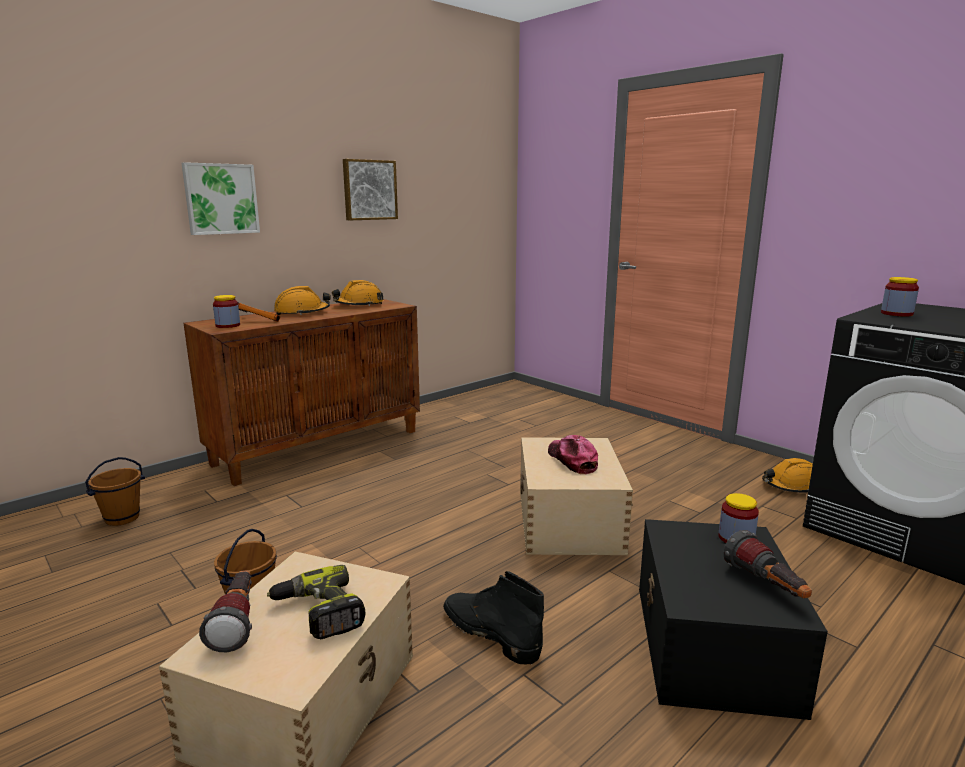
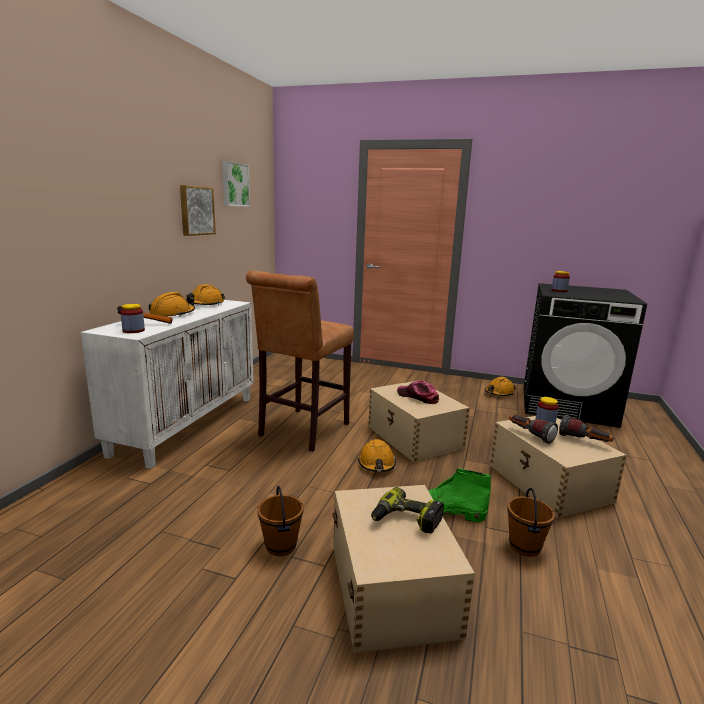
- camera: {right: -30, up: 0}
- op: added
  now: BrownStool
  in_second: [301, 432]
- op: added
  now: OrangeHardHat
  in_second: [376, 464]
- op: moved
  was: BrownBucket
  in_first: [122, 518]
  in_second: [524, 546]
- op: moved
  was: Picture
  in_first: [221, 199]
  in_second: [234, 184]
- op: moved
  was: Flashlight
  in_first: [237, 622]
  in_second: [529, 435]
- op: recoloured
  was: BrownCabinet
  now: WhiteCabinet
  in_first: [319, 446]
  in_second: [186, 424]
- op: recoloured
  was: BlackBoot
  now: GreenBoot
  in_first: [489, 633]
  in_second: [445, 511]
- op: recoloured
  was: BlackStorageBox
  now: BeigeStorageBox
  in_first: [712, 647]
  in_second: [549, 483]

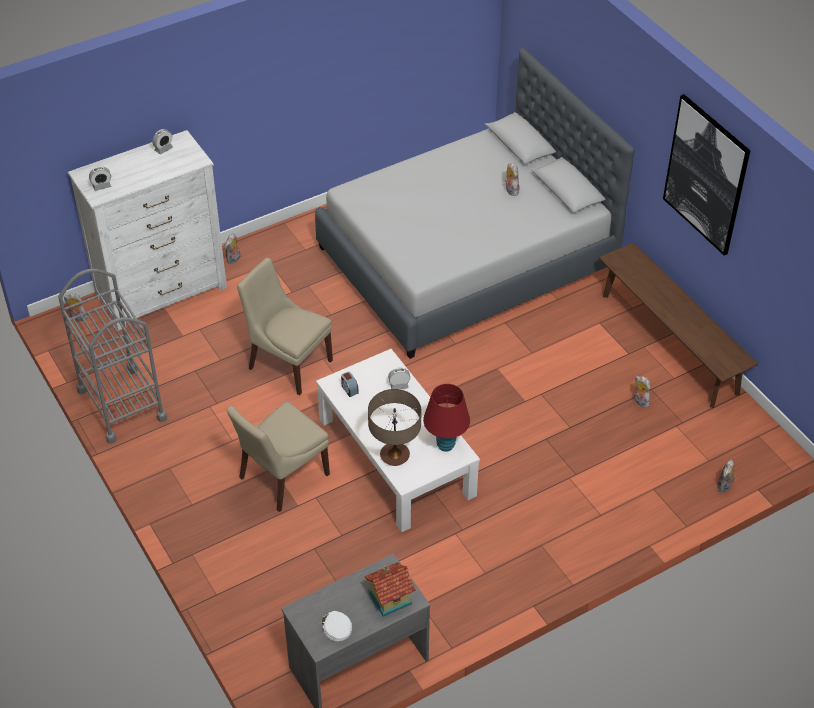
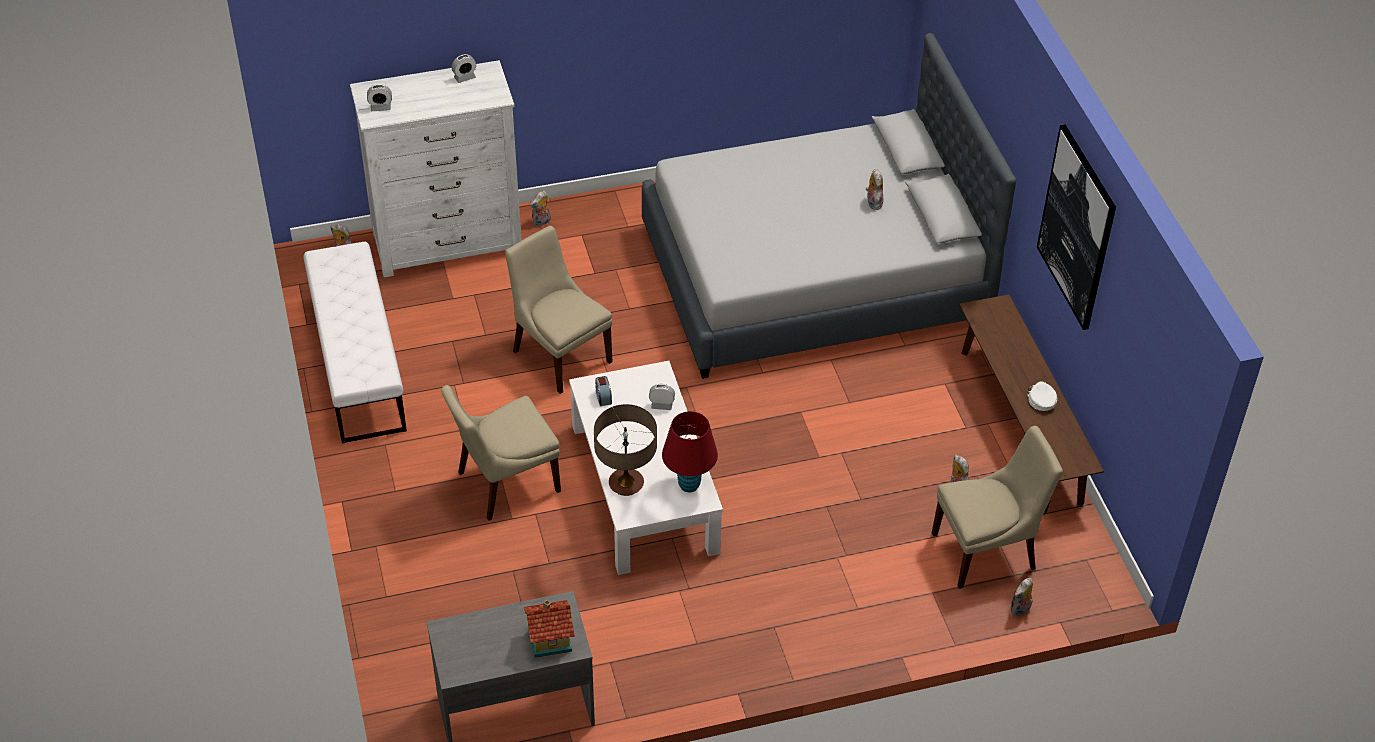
- camera: {right: 15, up: 0}
- op: added
  now: BeigeChair
  in_second: [987, 550]
- op: moved
  was: WhiteCap
  in_first: [336, 627]
  in_second: [1041, 398]
- op: replaced
  was: GreyCart
  now: WhiteBench
  in_first: [121, 404]
  in_second: [358, 362]

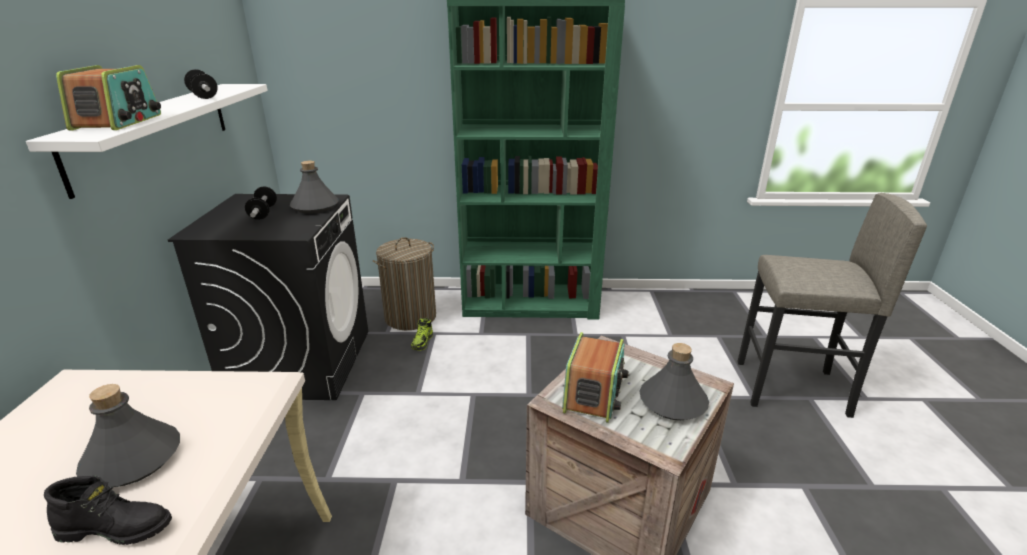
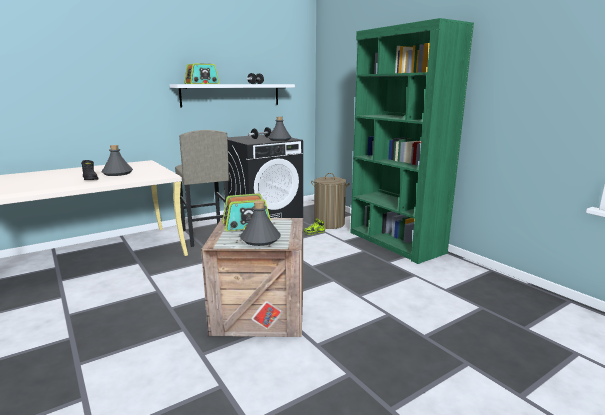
- camera: {right: 55, up: -10}
- op: moved
  was: GreyStool
  in_first: [791, 389]
  in_second: [205, 235]

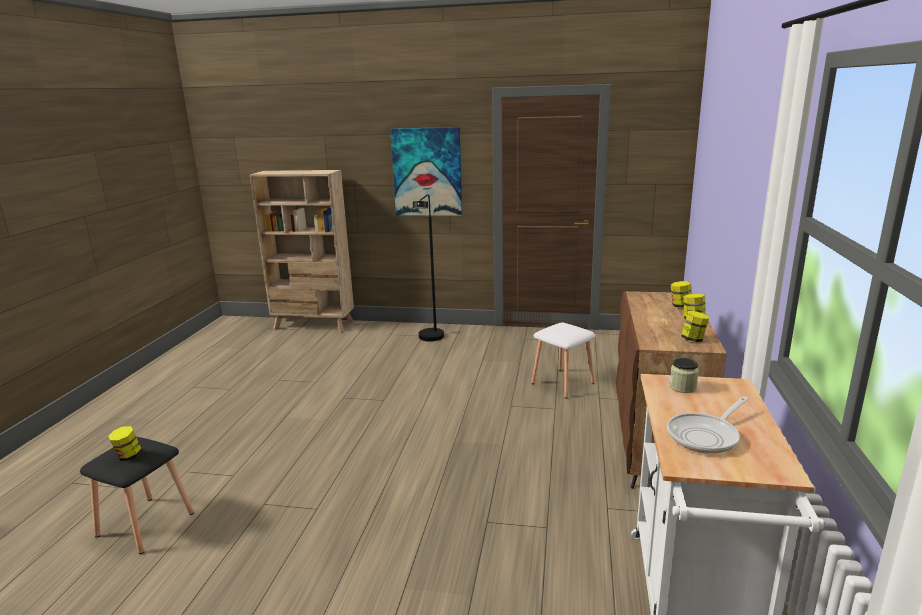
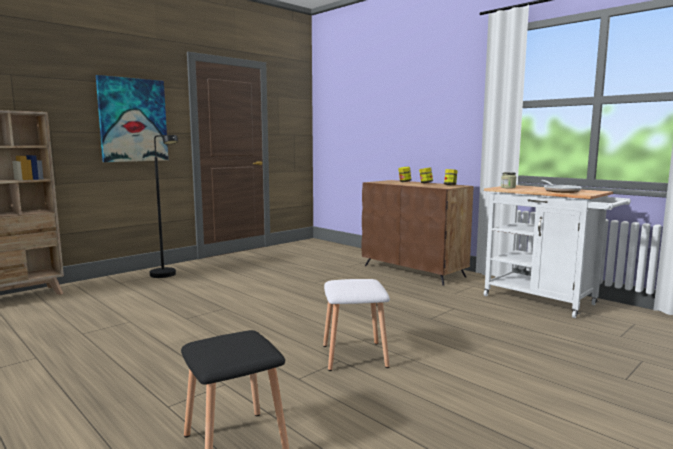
- camera: {right: -55, up: -10}
- op: removed
  was: Jar
  in_first: [128, 456]
- op: moved
  was: WhiteStool
  in_first: [564, 383]
  in_second: [355, 355]

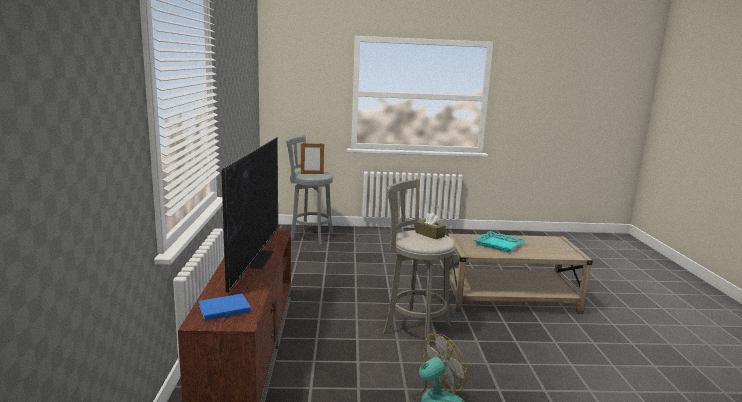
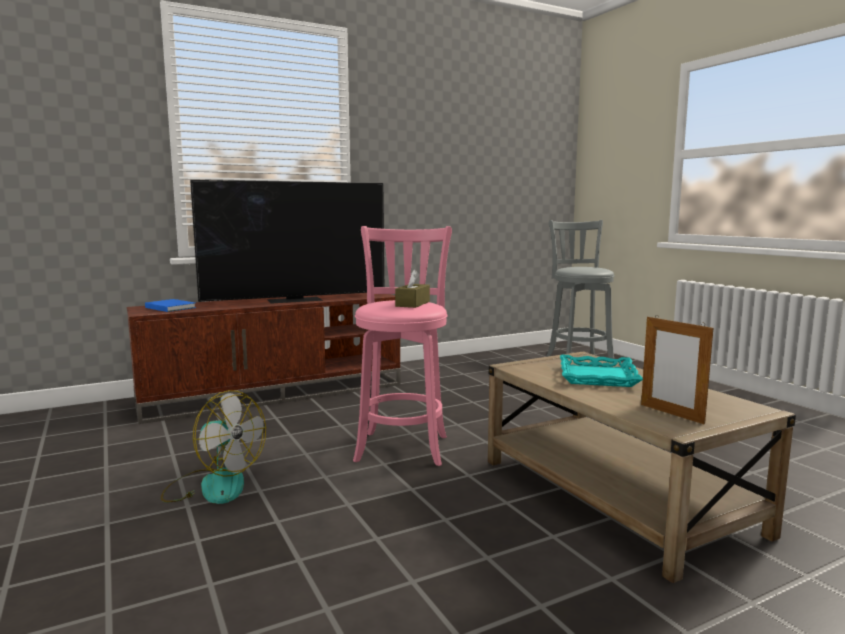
- camera: {right: 65, up: -5}
- op: moved
  was: PictureFrame
  in_first: [312, 173]
  in_second: [671, 414]
- op: recoloured
  was: GreyStool
  now: PinkStool
  in_first: [414, 328]
  in_second: [403, 446]

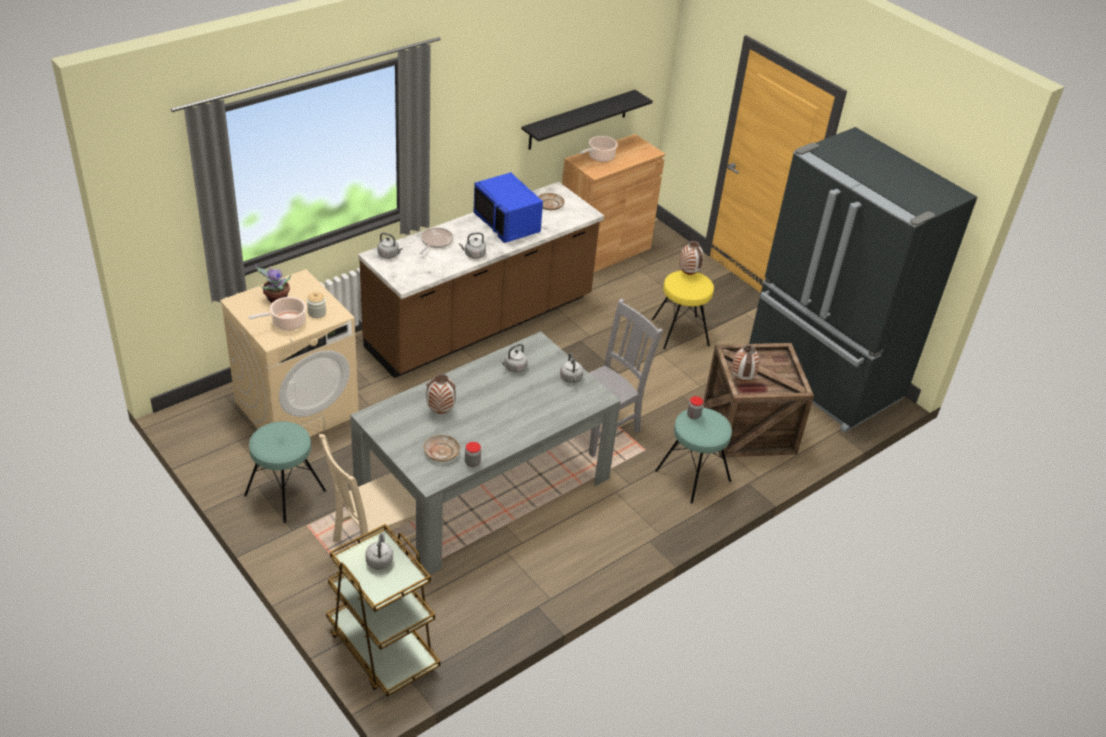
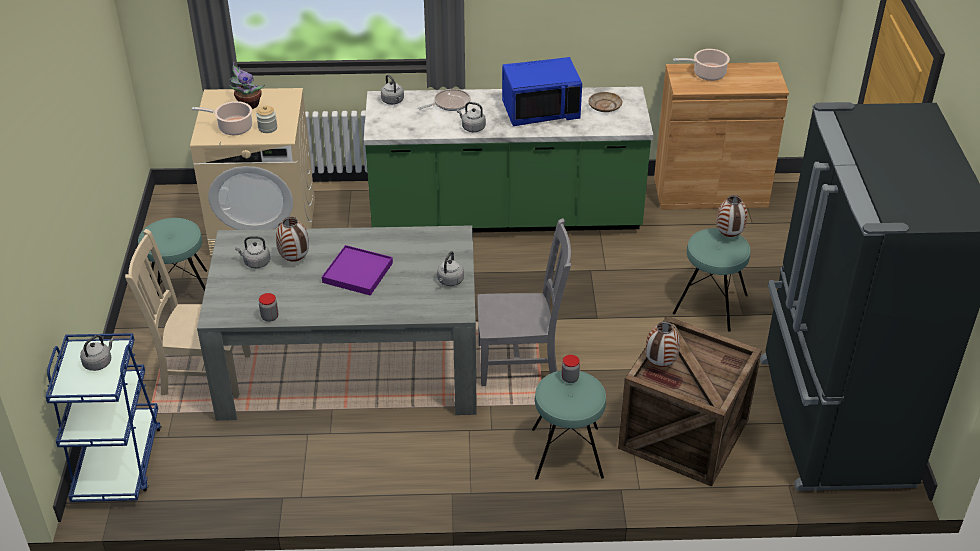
- camera: {right: 40, up: 0}
- op: removed
  was: BeigePlate
  in_first: [441, 452]
- op: removed
  was: BlackShelf
  in_first: [578, 120]
- op: added
  now: PurpleTray
  in_second: [357, 272]
- op: moved
  was: GreyKettle
  in_first: [514, 368]
  in_second: [255, 262]
- op: recoloured
  was: BrownCart
  now: BlueCart
  in_first: [382, 648]
  in_second: [118, 462]
- op: recoloured
  was: BrownCounter
  now: GreenCounter
  in_first: [481, 324]
  in_second: [506, 217]
- op: recoloured
  was: YellowStool
  now: TurquoiseStool
  in_first: [680, 332]
  in_second: [710, 304]
- op: turned
  was: BlueMicrowave
  in_first: [508, 223]
  in_second: [540, 110]
  clockwise: -105

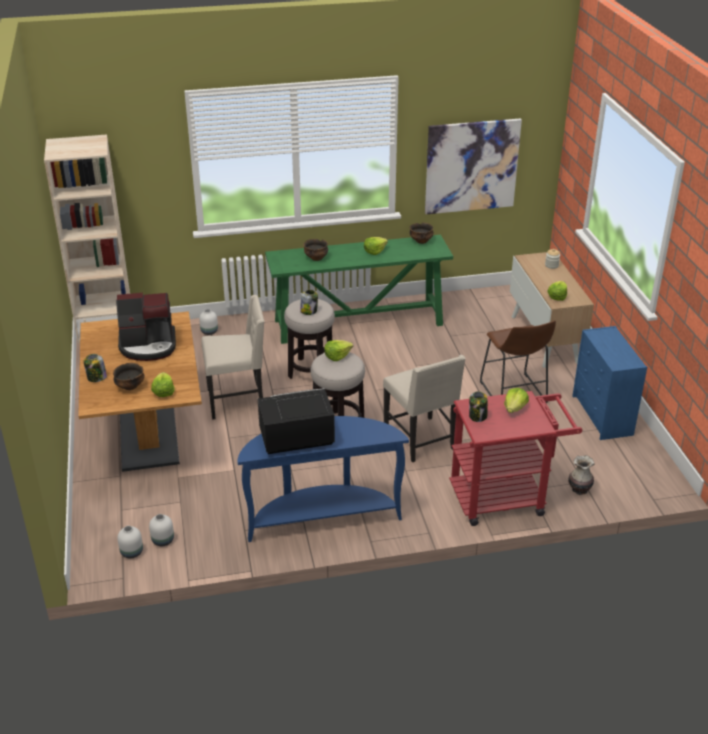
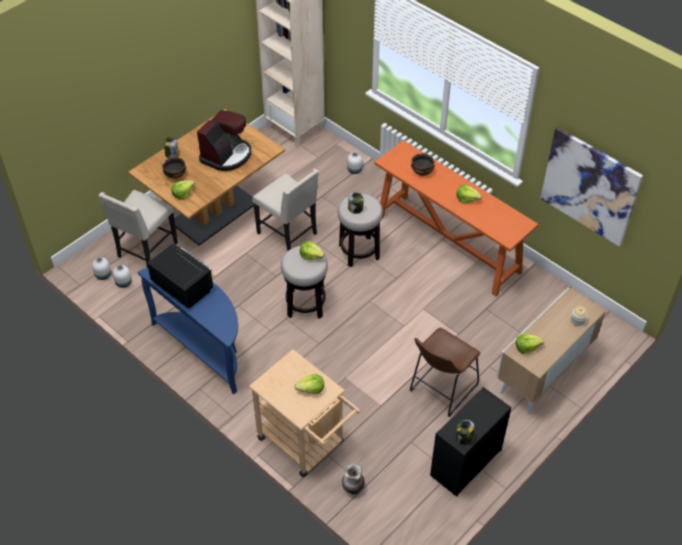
- camera: {right: 55, up: 15}
- op: removed
  was: Bowl
  in_first: [421, 241]
- op: moved
  was: BeigeChair
  in_first: [421, 441]
  in_second: [146, 250]
- op: moved
  was: Jar
  in_first: [478, 416]
  in_second: [464, 438]
- op: recoloured
  was: GreenConsoleTable
  now: OrangeConsoleTable
  in_first: [359, 322]
  in_second: [448, 244]
- op: recoloured
  was: RedCart
  now: BeigeCart
  in_first: [505, 497]
  in_second: [306, 444]
- op: recoloured
  was: BlueDresser
  now: BlackDresser
  in_first: [602, 416]
  in_second: [465, 463]
- op: turned
  was: CoffeeMachine
  in_first: [148, 346]
  in_second: [226, 155]
  clockwise: -105

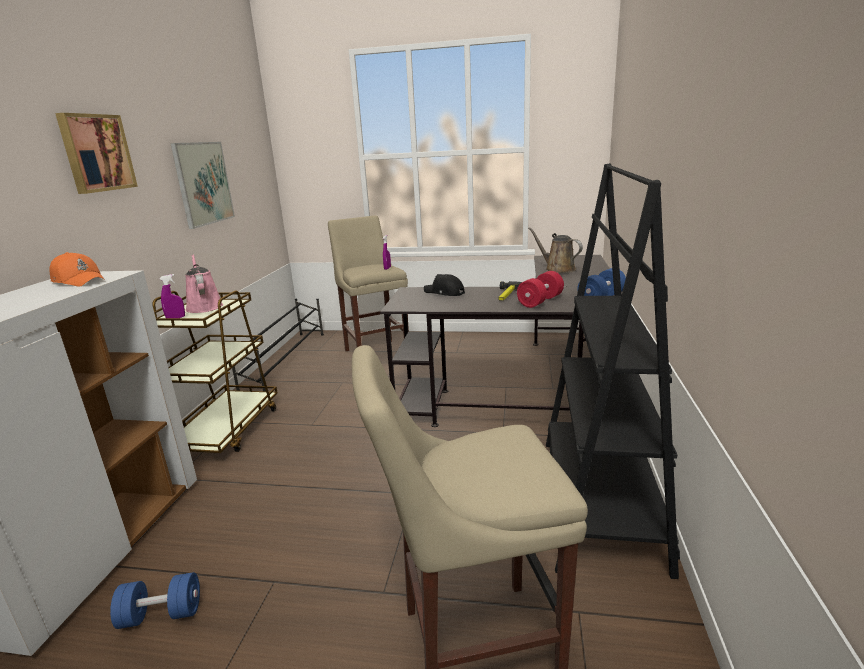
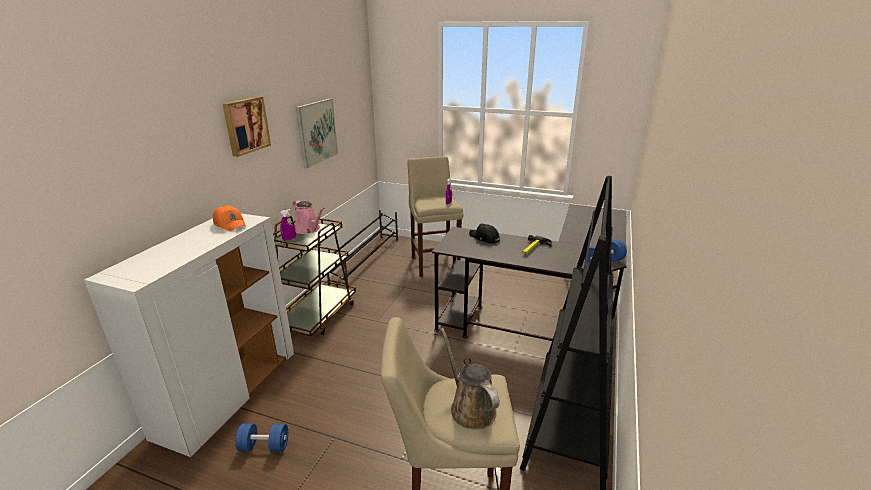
- camera: {right: 10, up: 5}
- op: removed
  was: RedDumbbell
  in_first: [540, 301]
- op: moved
  was: BrownWateringCan
  in_first: [557, 269]
  in_second: [470, 407]
- op: turned
  was: PinkWateringCan
  in_first: [204, 306]
  in_second: [309, 229]
  clockwise: 150

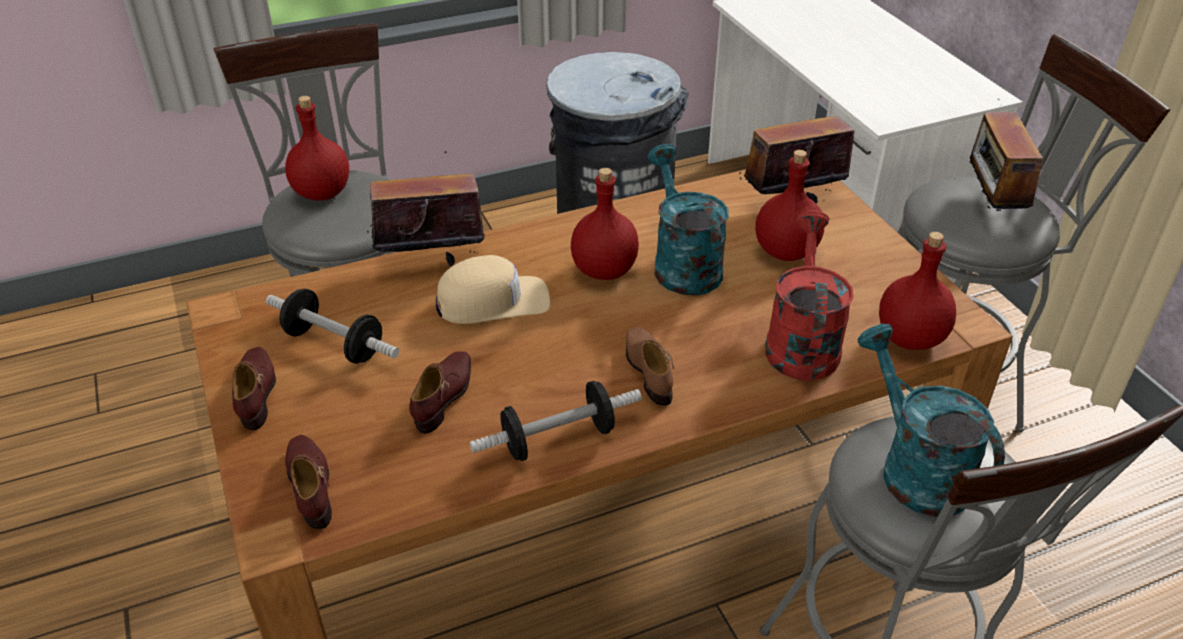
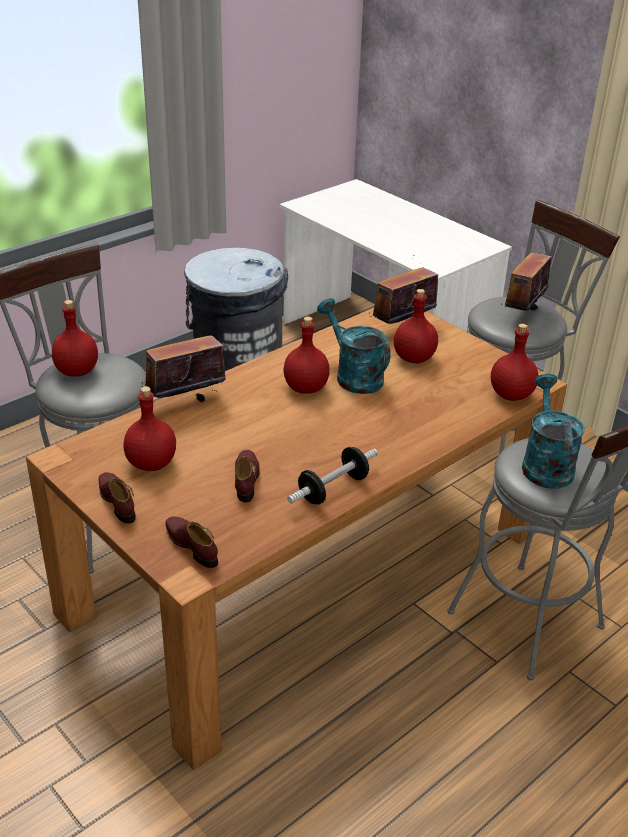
- camera: {right: -20, up: -5}
- op: removed
  was: BeigeCap
  in_first: [493, 301]
- op: removed
  was: BrownShoe
  in_first: [649, 370]
- op: removed
  was: RedWateringCan
  in_first: [801, 341]
- op: replaced
  was: Dumbbell
  now: RedBottle
  in_first: [334, 344]
  in_second: [152, 463]
- op: turned
  was: TurquoiseWateringCan
  in_first: [914, 468]
  in_second: [545, 464]
  clockwise: 45
- op: turned
  was: Radio
  in_first: [990, 207]
  in_second: [522, 313]
  clockwise: 45

